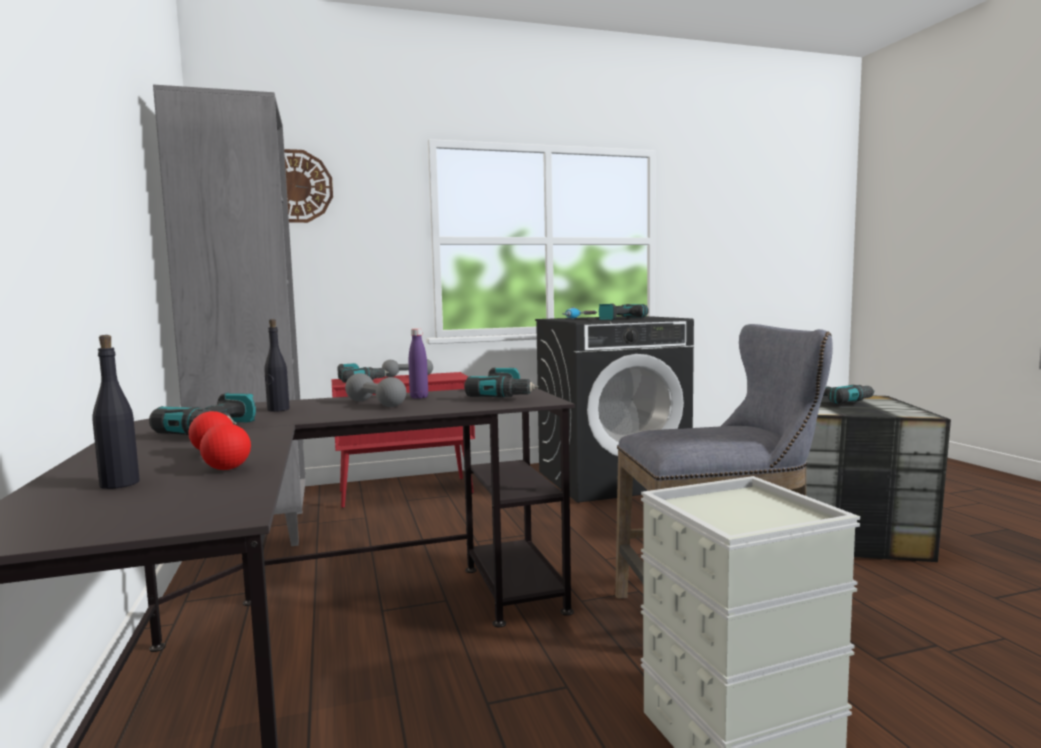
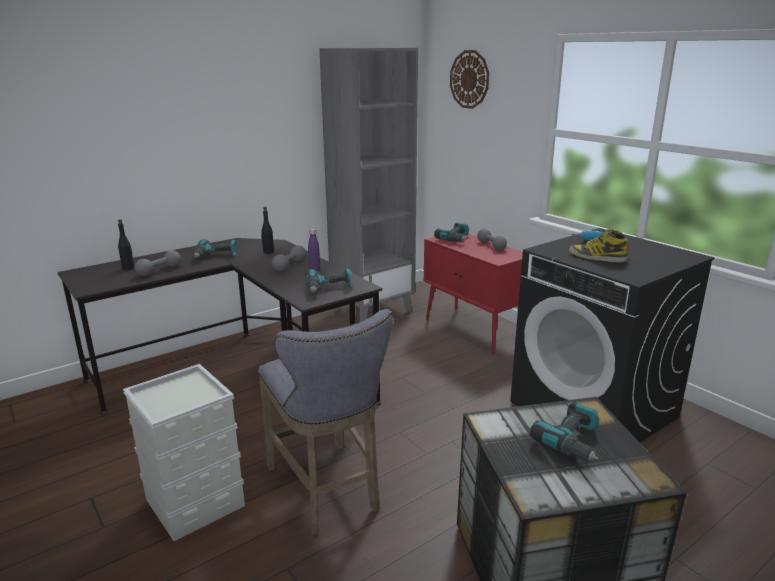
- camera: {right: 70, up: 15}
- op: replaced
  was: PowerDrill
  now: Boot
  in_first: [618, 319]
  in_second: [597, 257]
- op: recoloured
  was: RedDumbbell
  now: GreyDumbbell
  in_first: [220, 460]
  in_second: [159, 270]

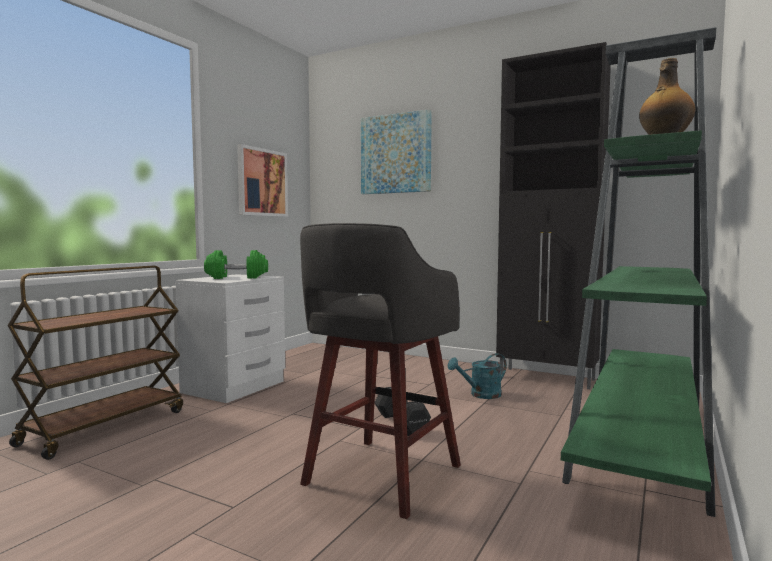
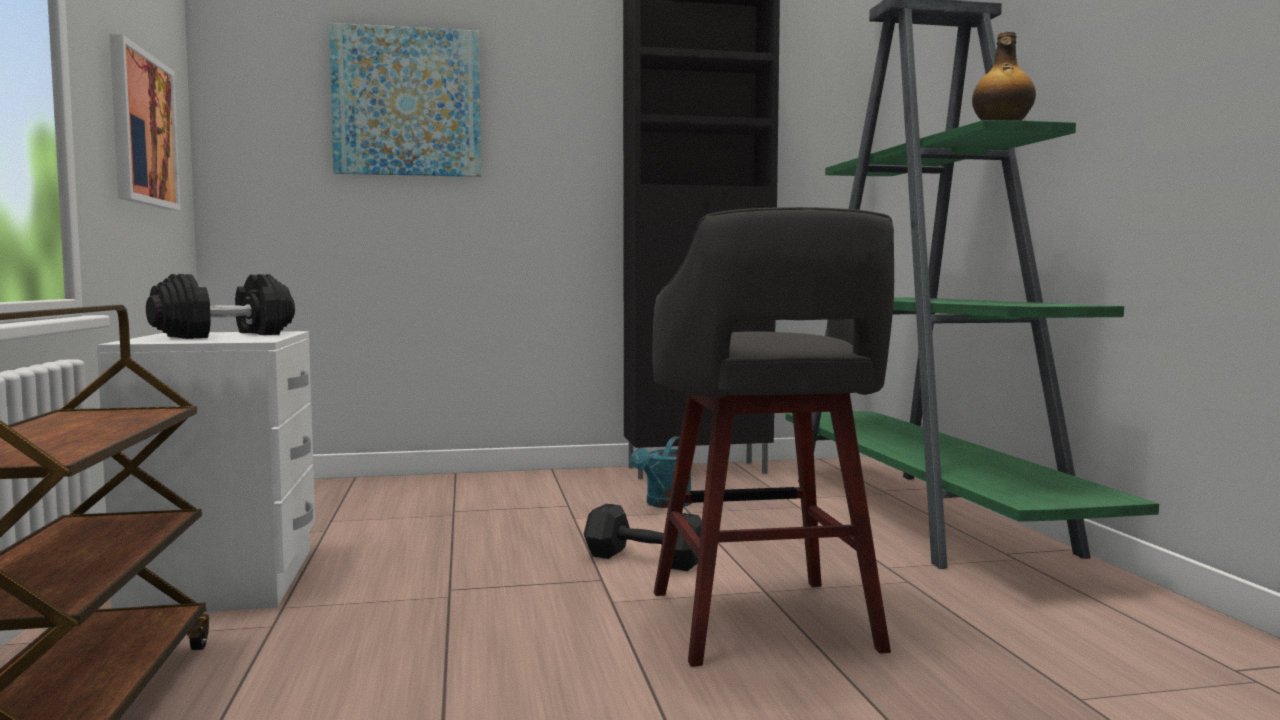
- camera: {right: -40, up: 0}
- op: recoloured
  was: GreenDumbbell
  now: BlackDumbbell
  in_first: [237, 277]
  in_second: [224, 335]

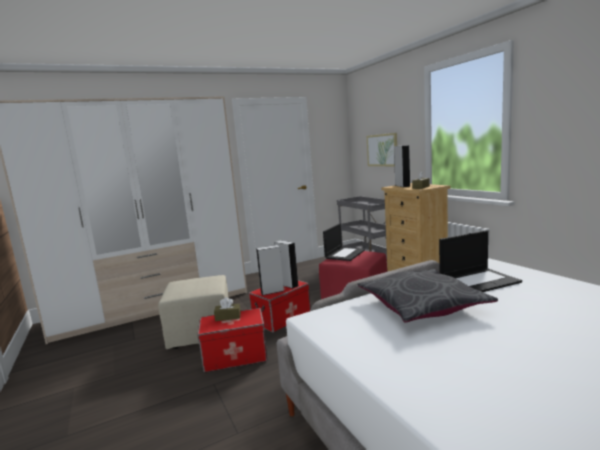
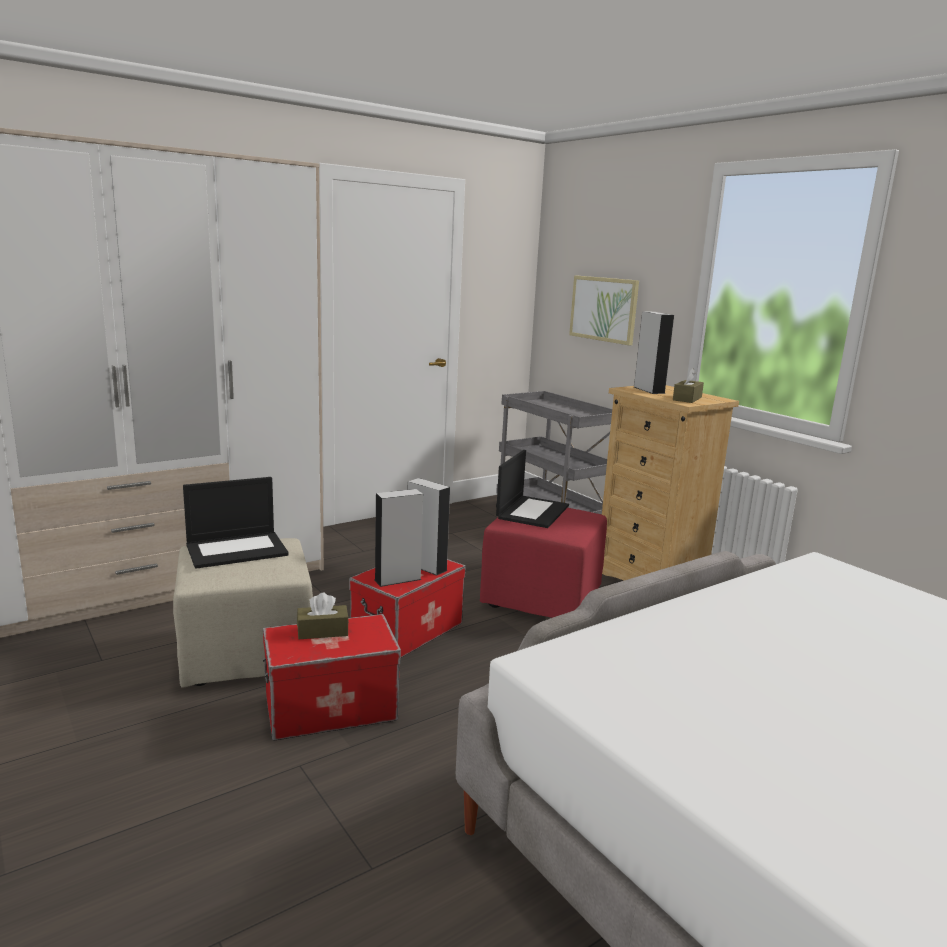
- camera: {right: -10, up: 5}
- op: removed
  was: GreyPillow
  in_first: [422, 305]
- op: moved
  was: Laptop
  in_first: [479, 281]
  in_second: [237, 549]

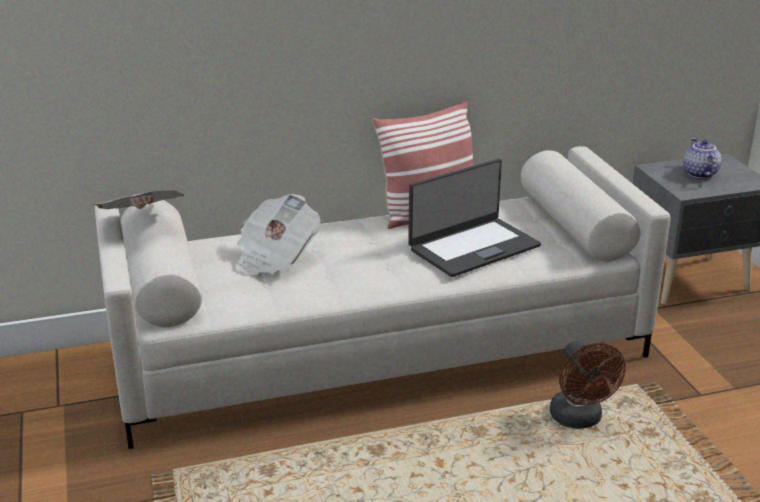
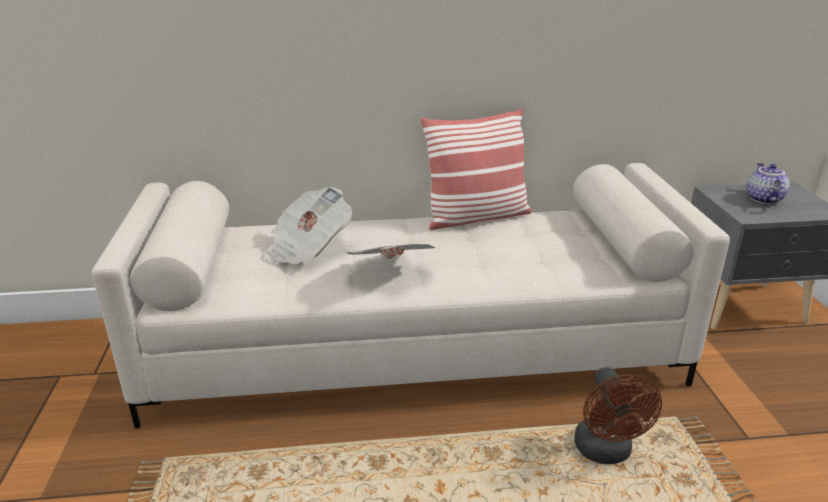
- camera: {right: 10, up: 0}
- op: removed
  was: Laptop
  in_first: [473, 247]
- op: moved
  was: Newspaper
  in_first: [142, 222]
  in_second: [390, 272]

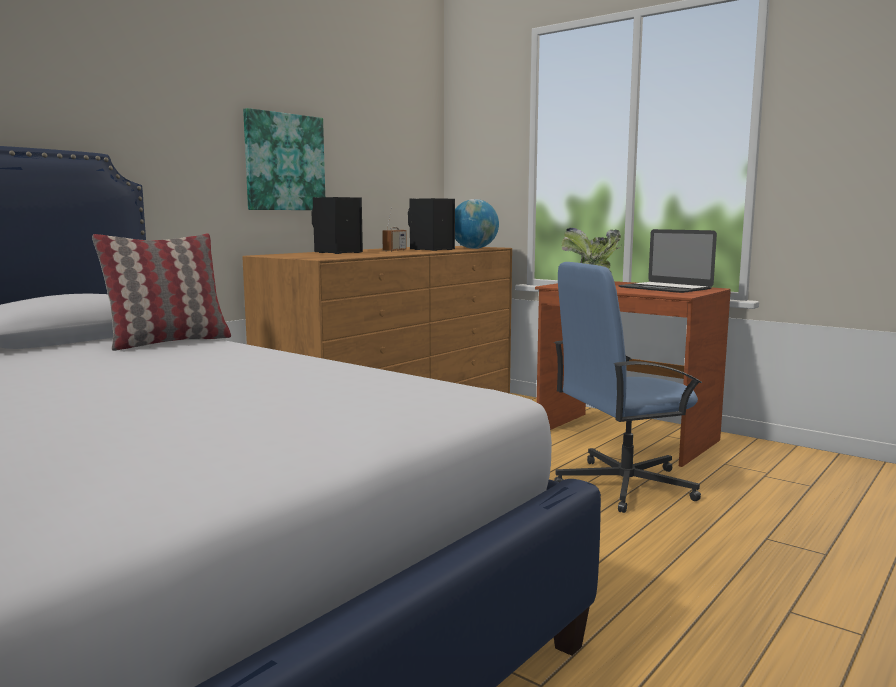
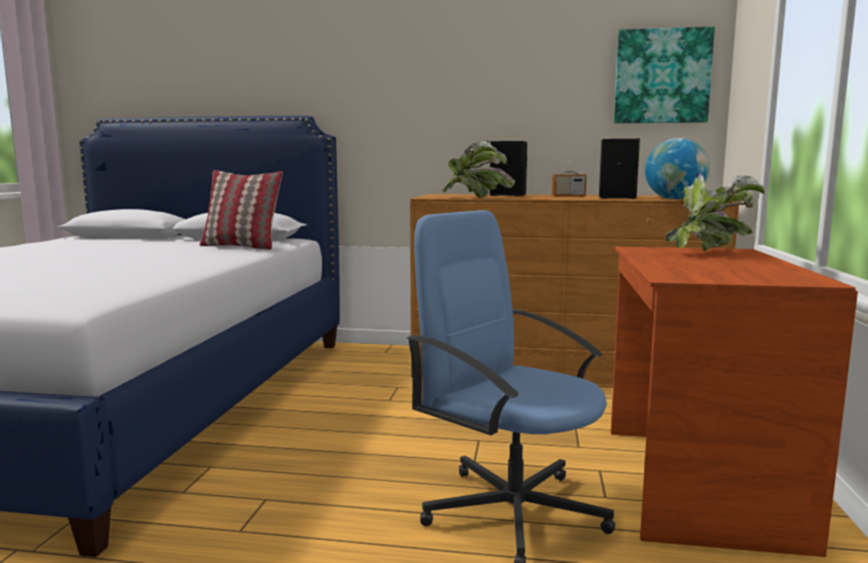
- camera: {right: 60, up: 0}
- op: removed
  was: Laptop
  in_first: [665, 288]
- op: added
  now: PottedPlant
  in_second: [477, 197]
- op: moved
  was: Picture
  in_first: [284, 162]
  in_second: [662, 76]

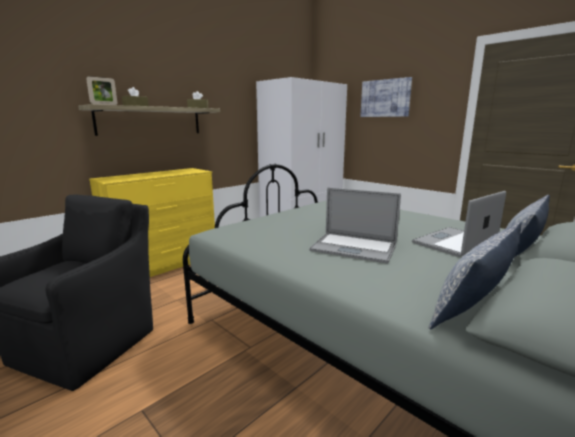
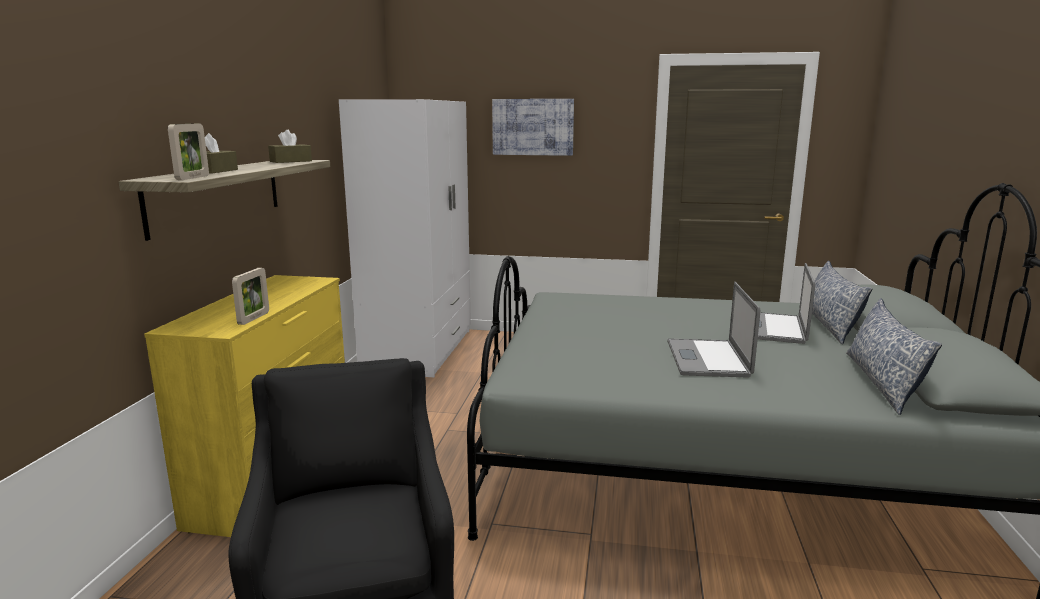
- camera: {right: -35, up: 0}
- op: added
  now: PictureFrame
  in_second: [254, 318]
- op: turned
  was: Laptop
  in_first: [353, 248]
  in_second: [707, 358]
  clockwise: 105

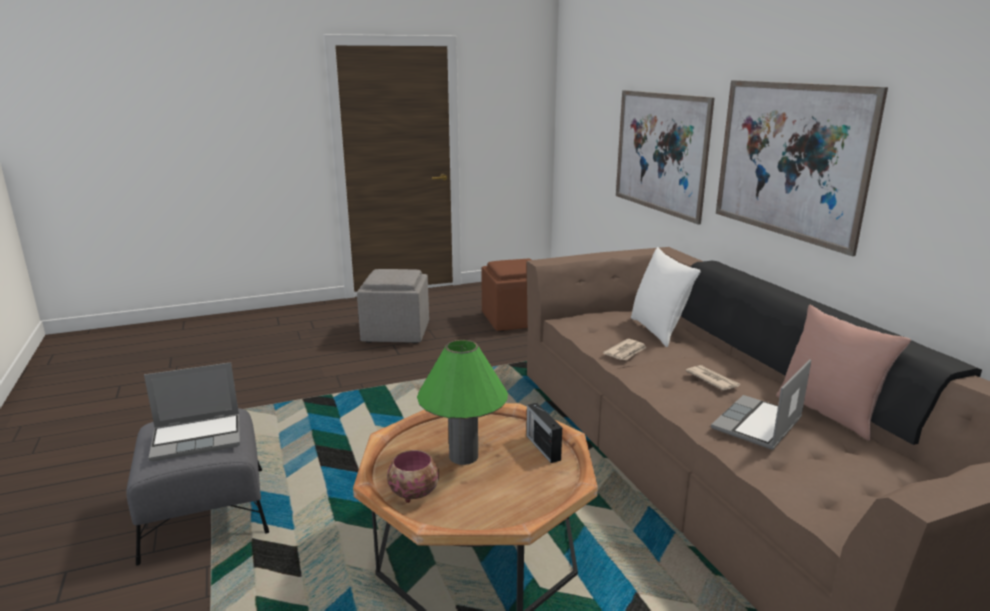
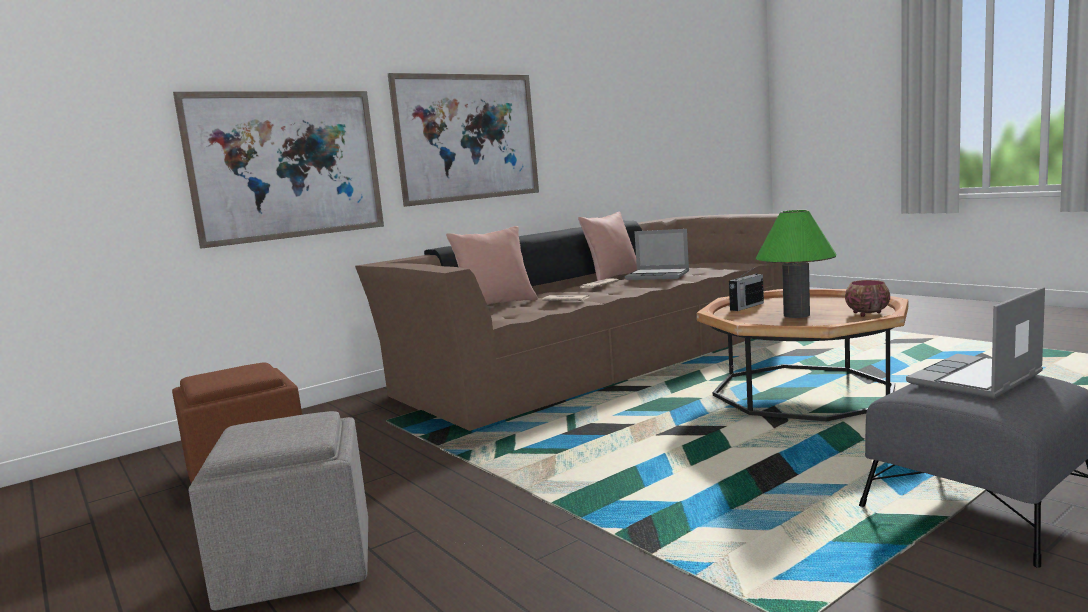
- camera: {right: -105, up: -10}
- op: recoloured
  was: WhitePillow
  now: PinkPillow
  in_first: [658, 331]
  in_second: [496, 305]
- op: turned
  was: Laptop
  in_first: [198, 438]
  in_second: [976, 379]
  clockwise: -90

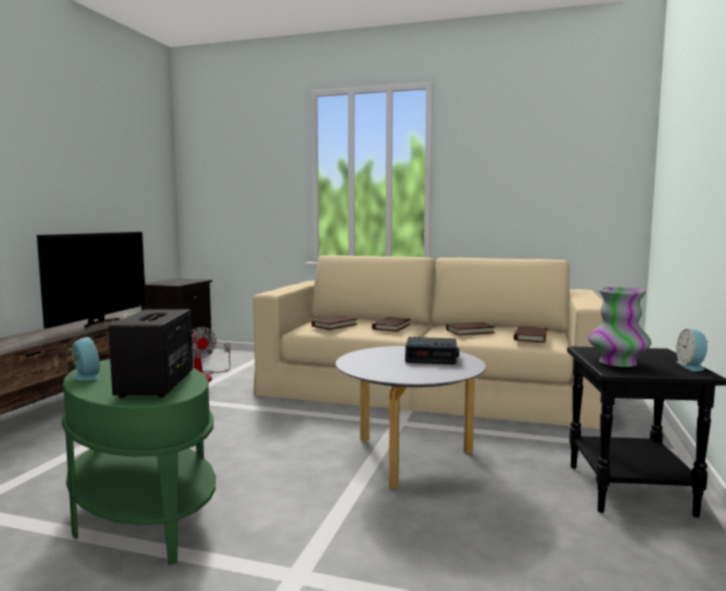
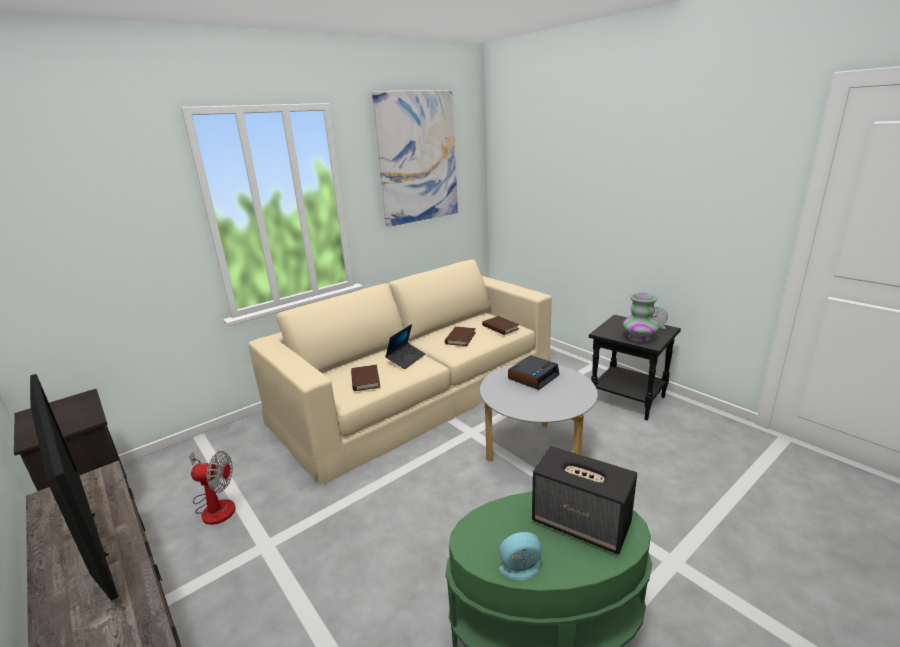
- camera: {right: -55, up: 15}
- op: added
  now: Picture
  in_second: [417, 158]
- op: replaced
  was: BrownBook
  now: Laptop
  in_first: [391, 327]
  in_second: [406, 359]

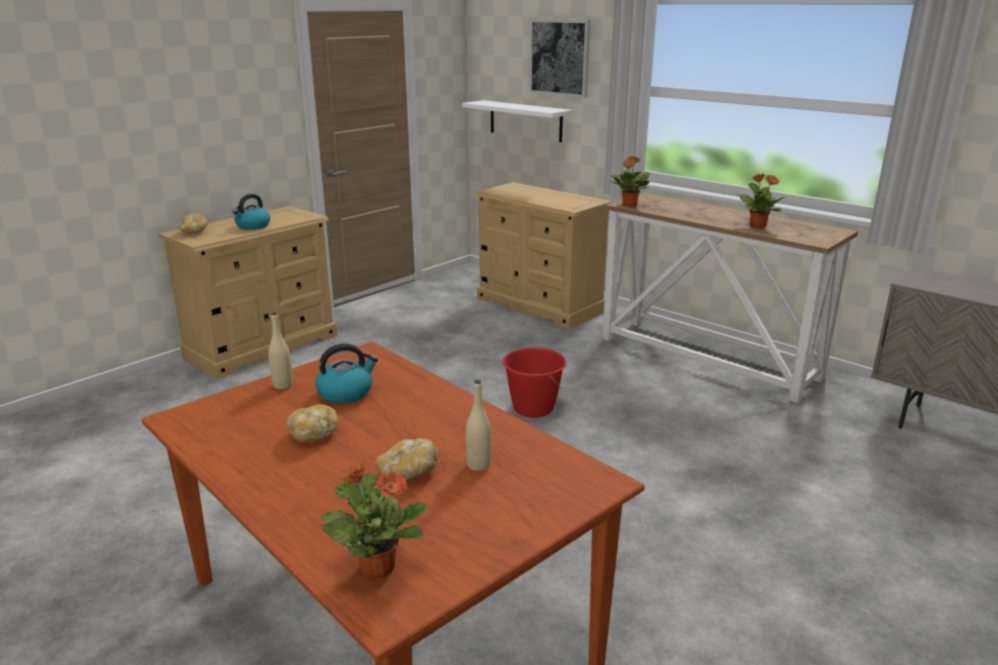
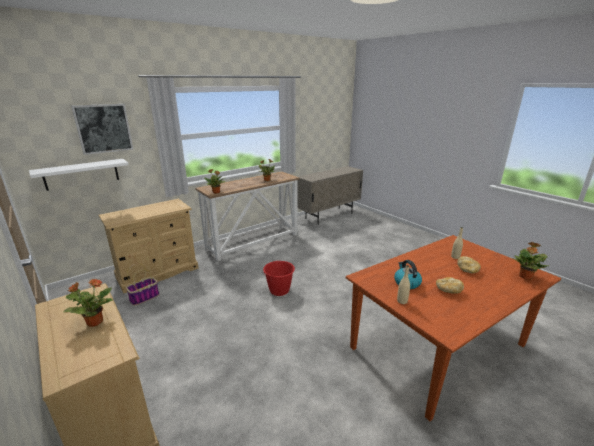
- camera: {right: -80, up: 0}
- op: removed
  was: Bread
  in_first: [194, 232]
- op: added
  now: Basket
  in_second: [144, 297]
- op: replaced
  was: Kettle
  now: PottedPlant
  in_first: [252, 226]
  in_second: [94, 322]

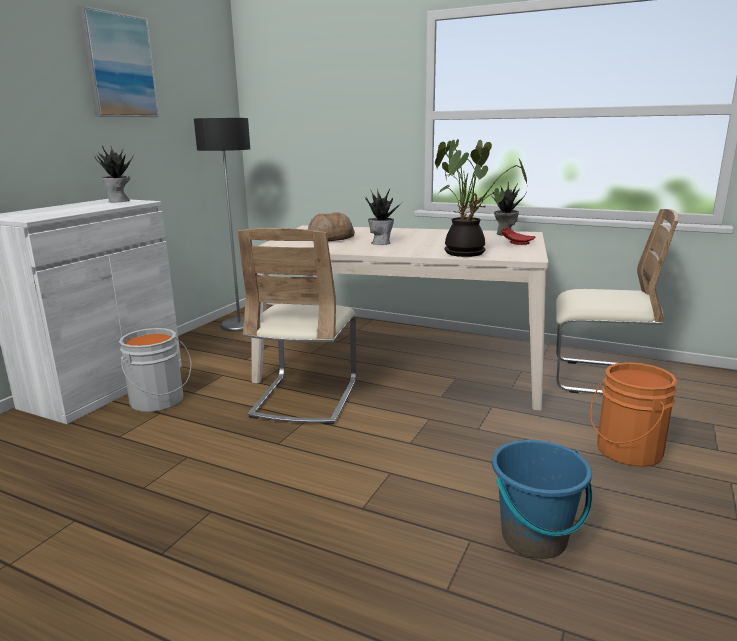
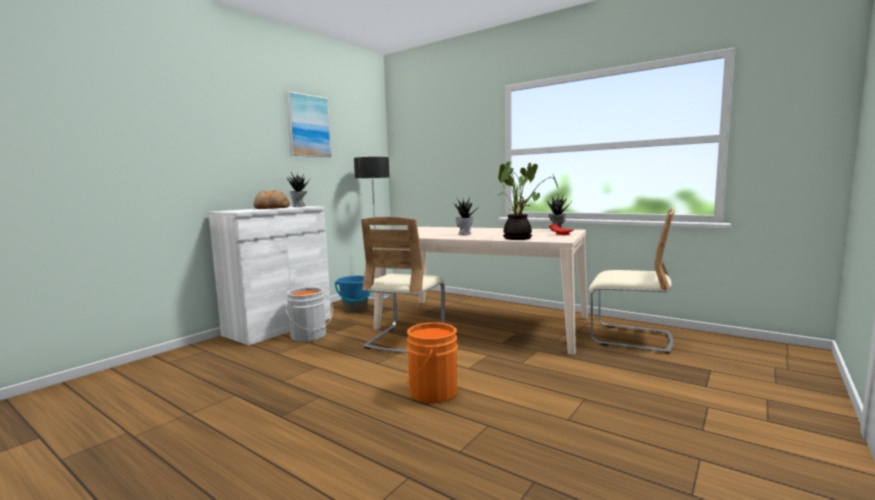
- camera: {right: 10, up: -10}
- op: moved
  was: Bread
  in_first: [330, 238]
  in_second: [271, 208]
- op: moved
  was: BlueBucket
  in_first: [534, 538]
  in_second: [355, 309]
- op: moved
  was: OrangeBucket
  in_first: [626, 450]
  in_second: [430, 392]

